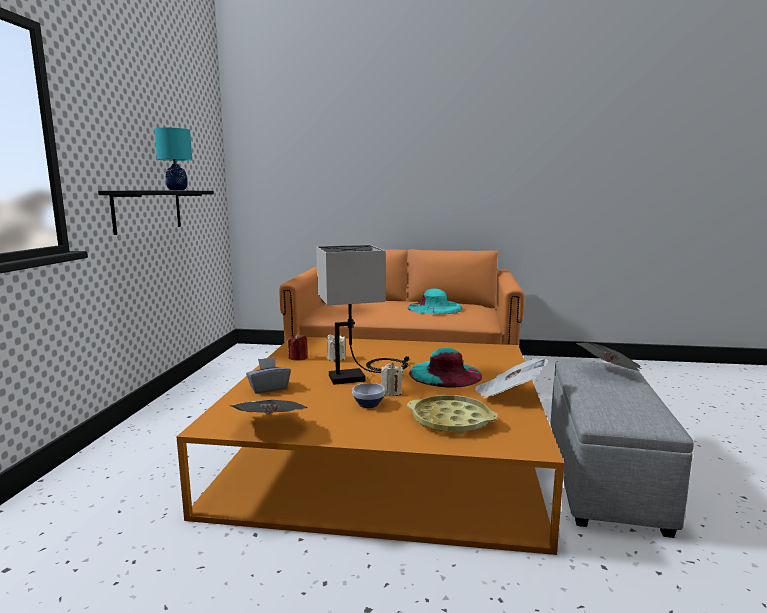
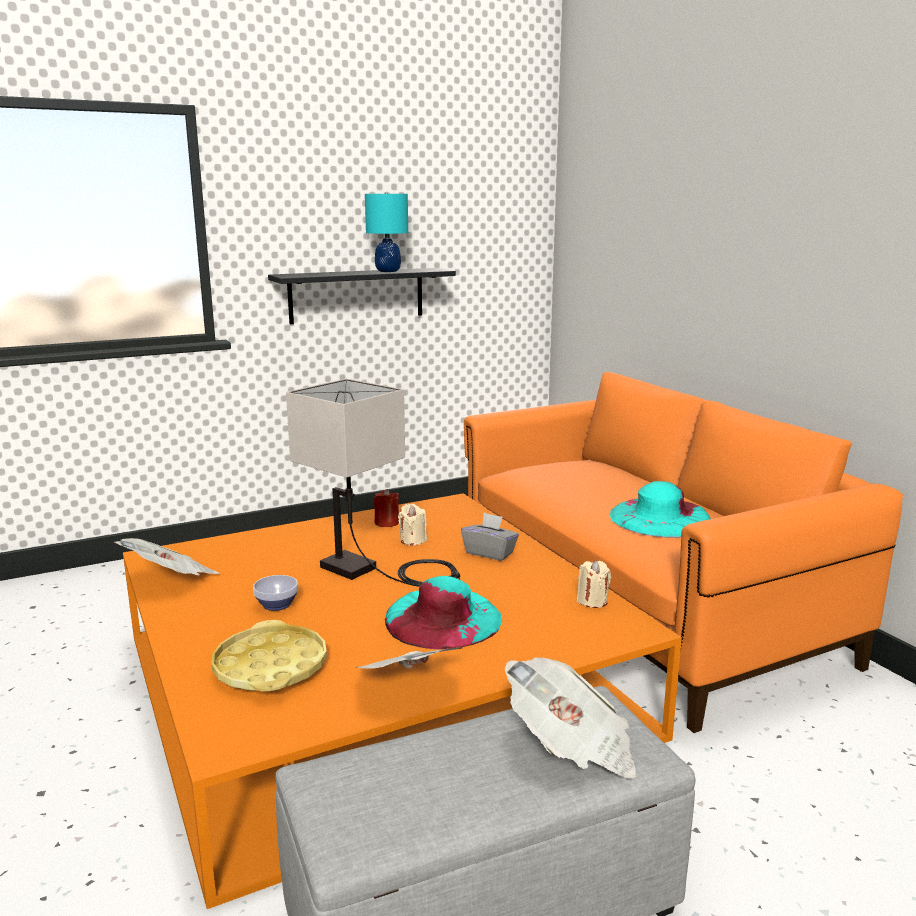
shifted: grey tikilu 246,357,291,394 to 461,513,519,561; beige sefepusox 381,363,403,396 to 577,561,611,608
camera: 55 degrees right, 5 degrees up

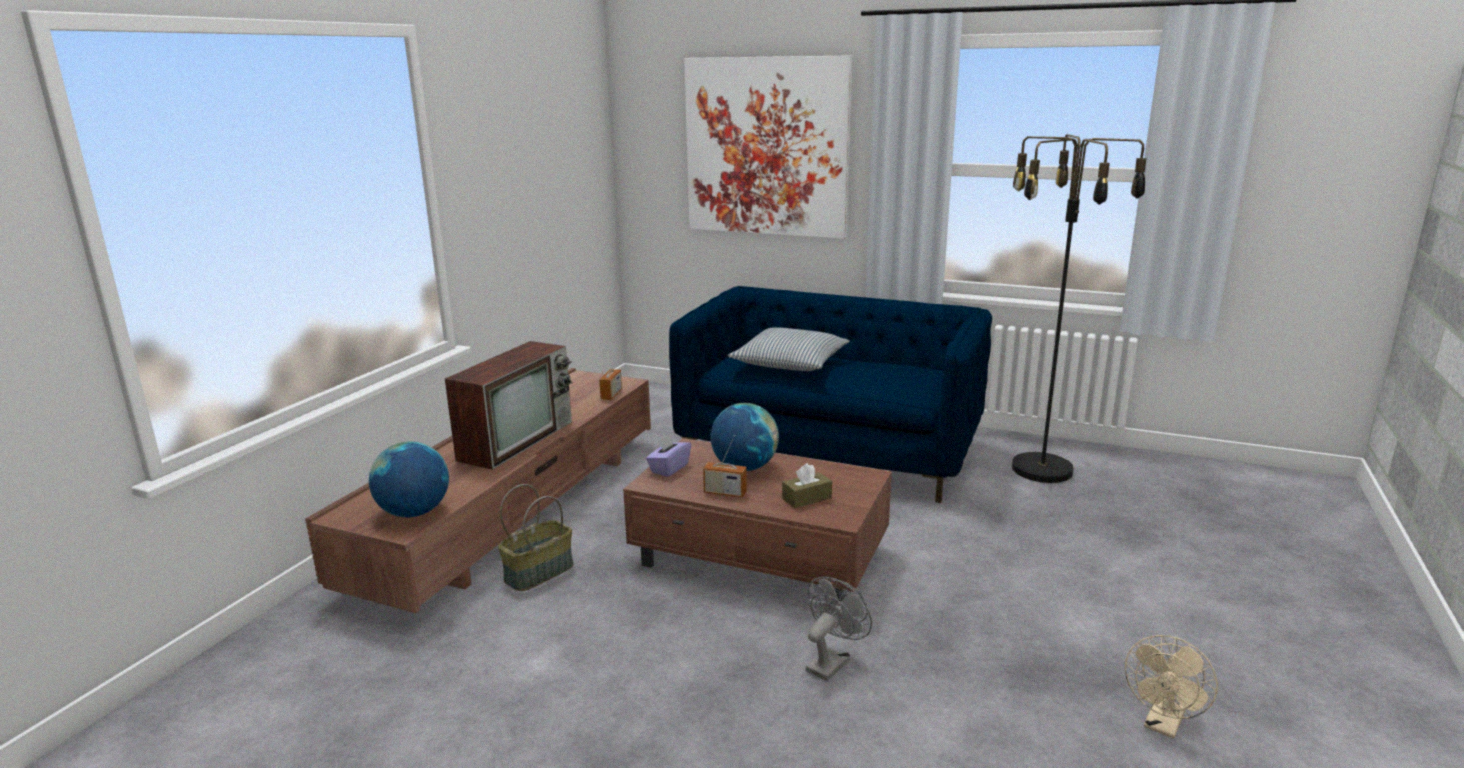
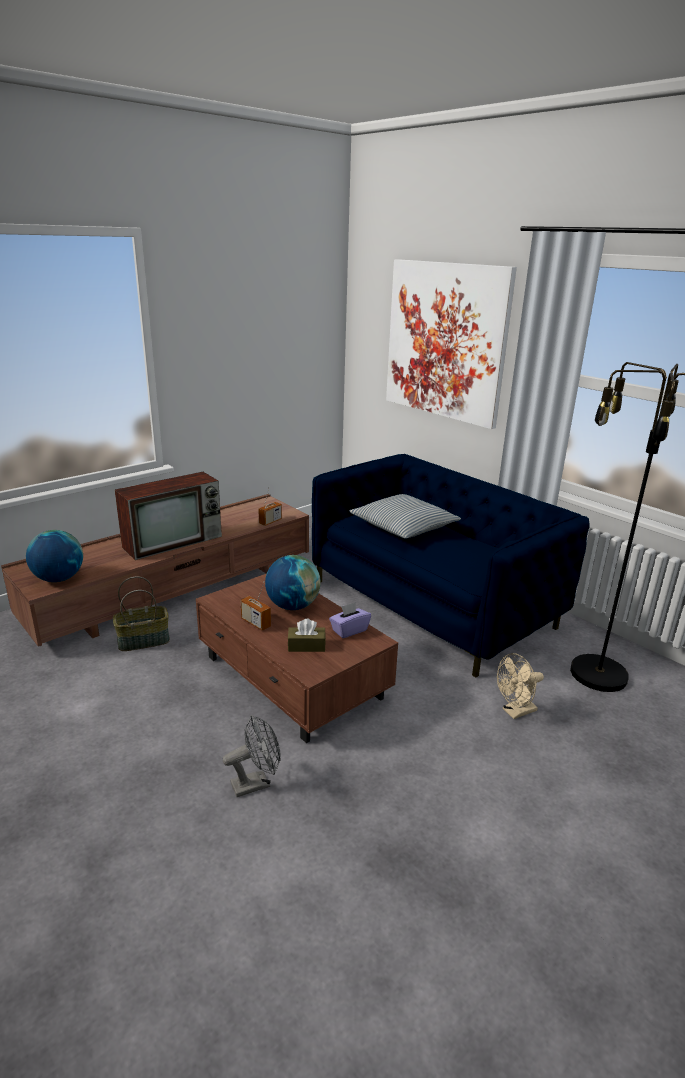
shifted: purple tikilu 646,434,691,477 to 329,603,371,638; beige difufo 1125,635,1218,739 to 497,653,544,719
camera: 25 degrees right, 5 degrees up

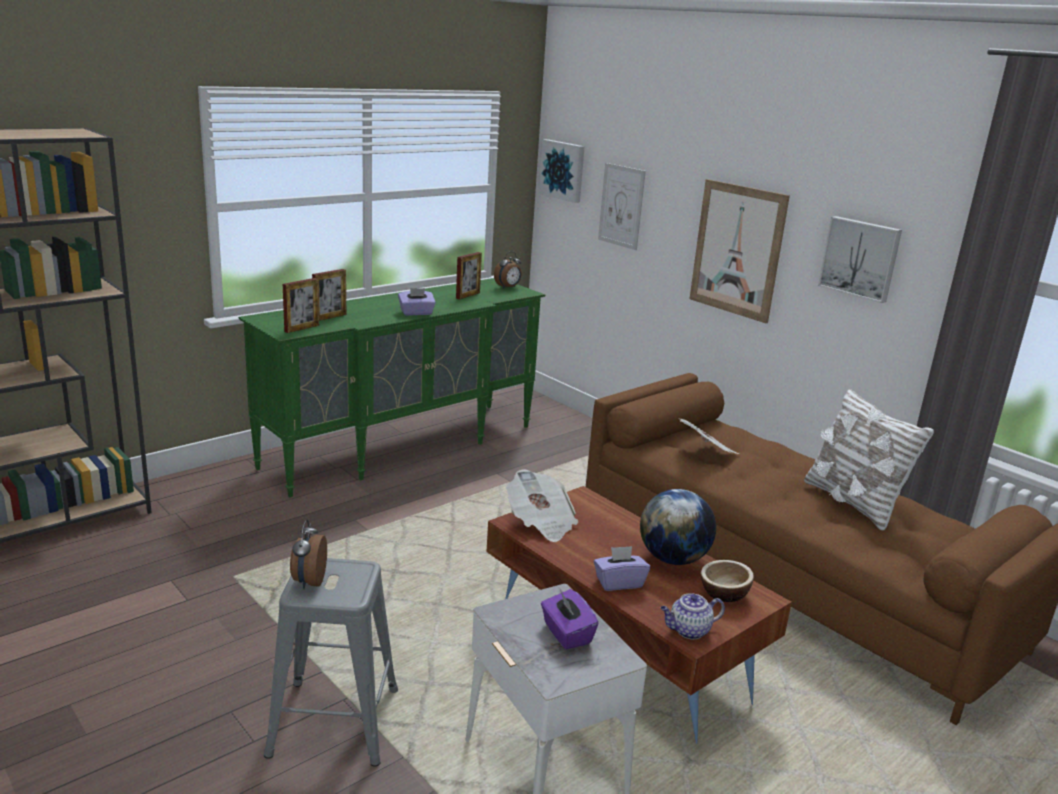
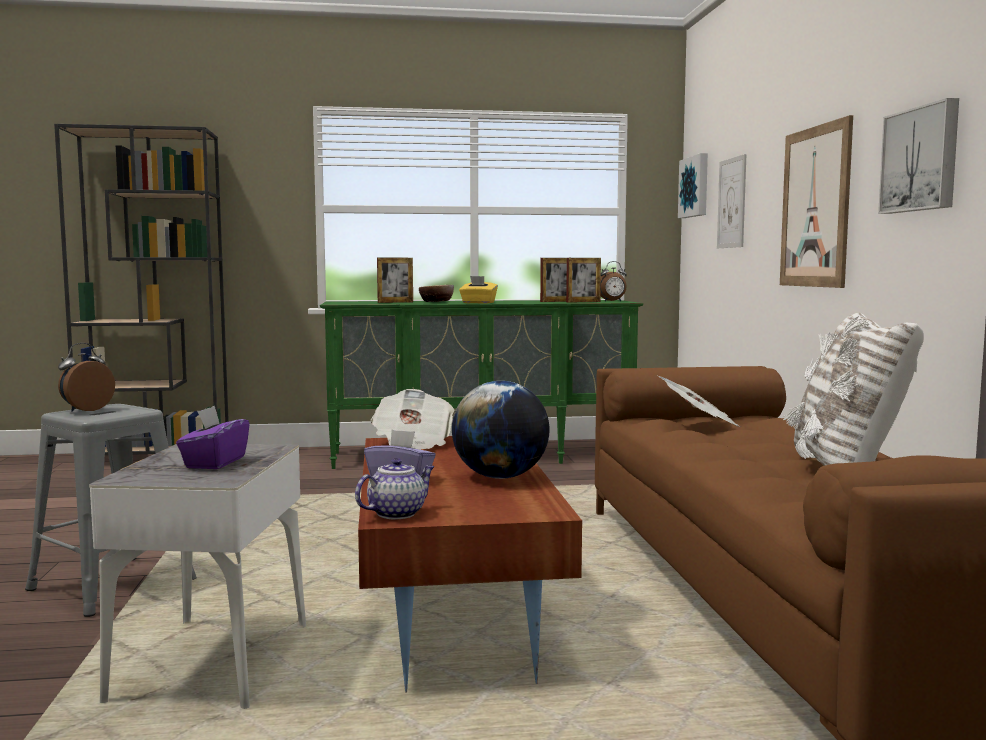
shifted: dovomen 283,278,319,333 to 566,258,601,302; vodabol 701,560,754,602 to 419,285,454,302
repainted: purple tikilu 398,288,436,316 to yellow tikilu 459,276,498,304
rotated: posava 660,593,725,639 = 355,458,435,520 120 degrees clockwise
camera: 35 degrees right, 15 degrees down

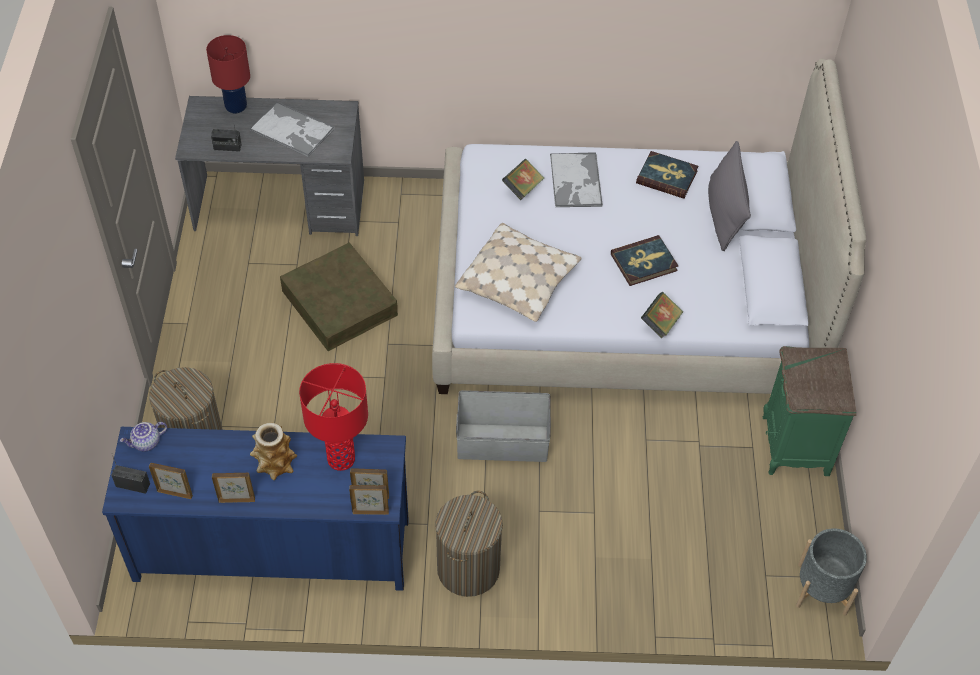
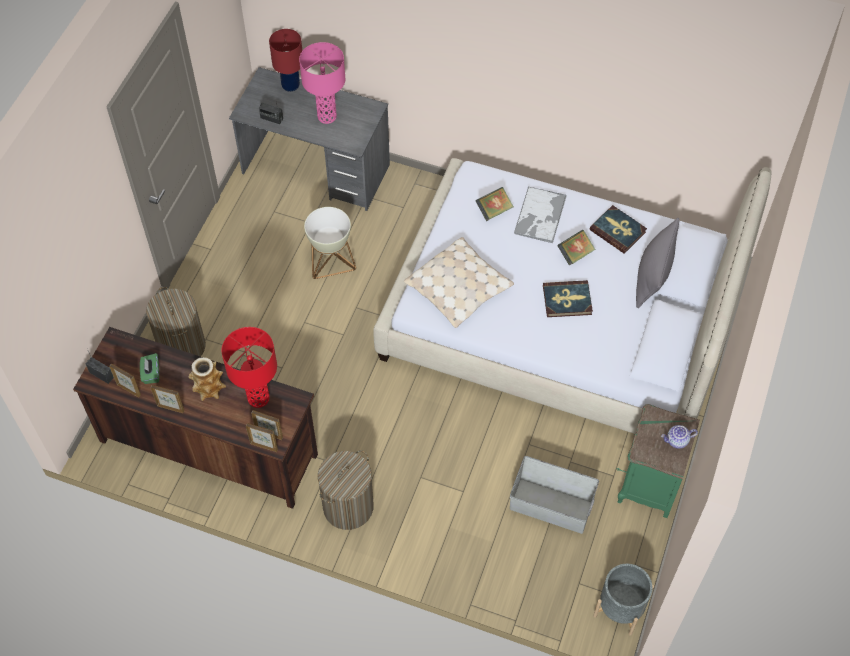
new: green tikilu 140,353,159,384
shifted: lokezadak 641,292,683,339 to 557,230,596,265; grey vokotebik 456,390,551,462 to 510,456,599,534; posava 120,422,167,451 to 661,425,698,449
swapped: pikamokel 250,101,335,157 to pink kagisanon 299,42,345,124; brown vokotebik 280,243,398,351 to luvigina 304,207,356,279
repainted: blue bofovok 102,427,409,591 to brown bofovok 73,327,318,509
camera: 20 degrees right, 5 degrees up

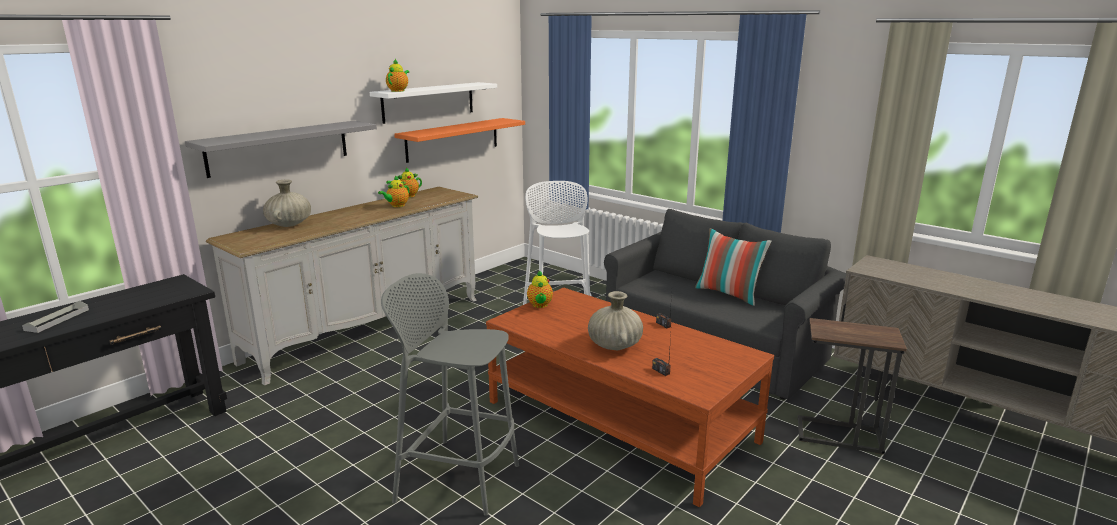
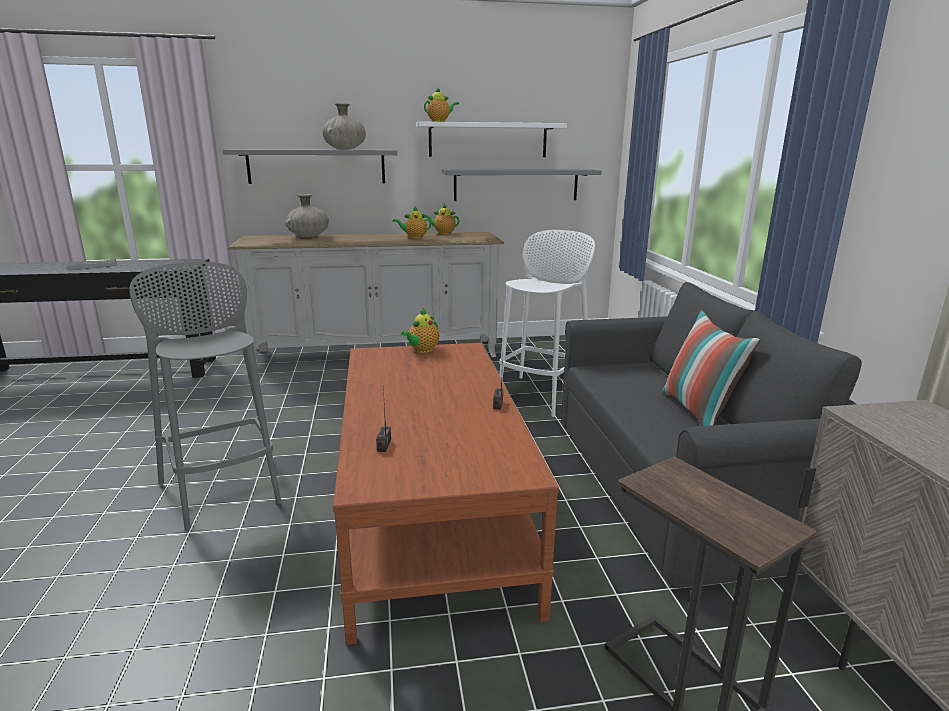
shifted: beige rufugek 588,291,643,350 to 322,103,366,149
repainted: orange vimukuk 394,118,525,163 to grey vimukuk 442,169,602,201
camera: 40 degrees right, 0 degrees up

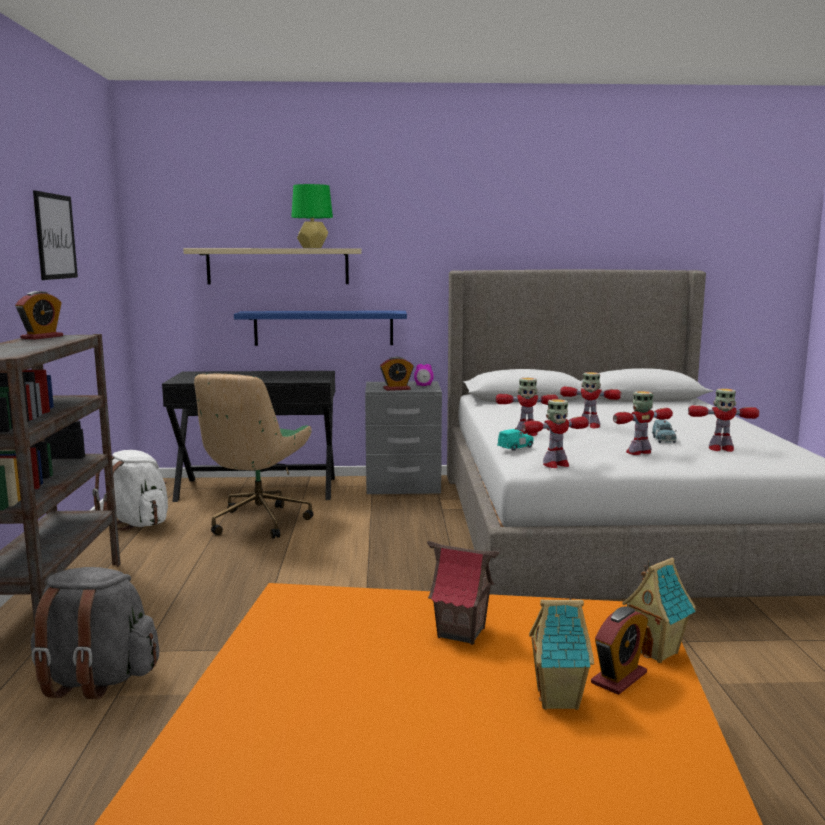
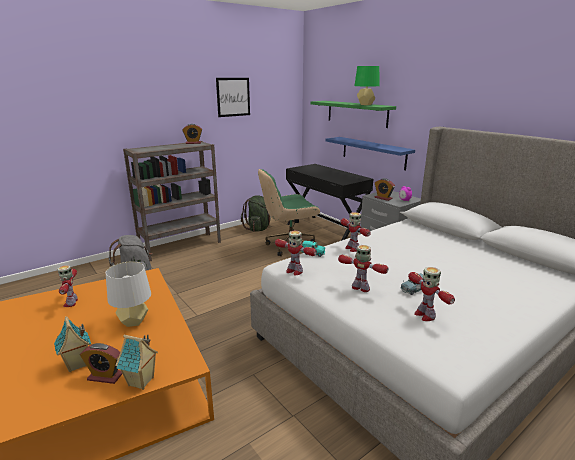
shifted: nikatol 560,372,621,428 to 57,265,78,307
swapped: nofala 427,541,499,645 to grey kagisanon 106,262,151,327
repainted: beige vimukuk 183,248,361,284 to green vimukuk 310,101,396,128; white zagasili 93,450,168,531 to green zagasili 241,195,271,232
camera: 55 degrees right, 10 degrees up

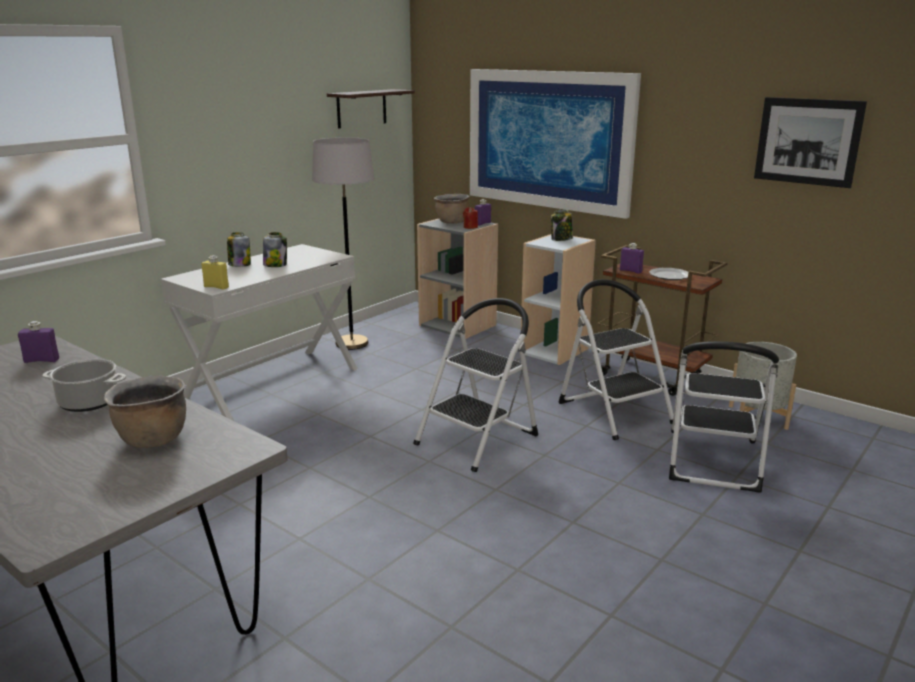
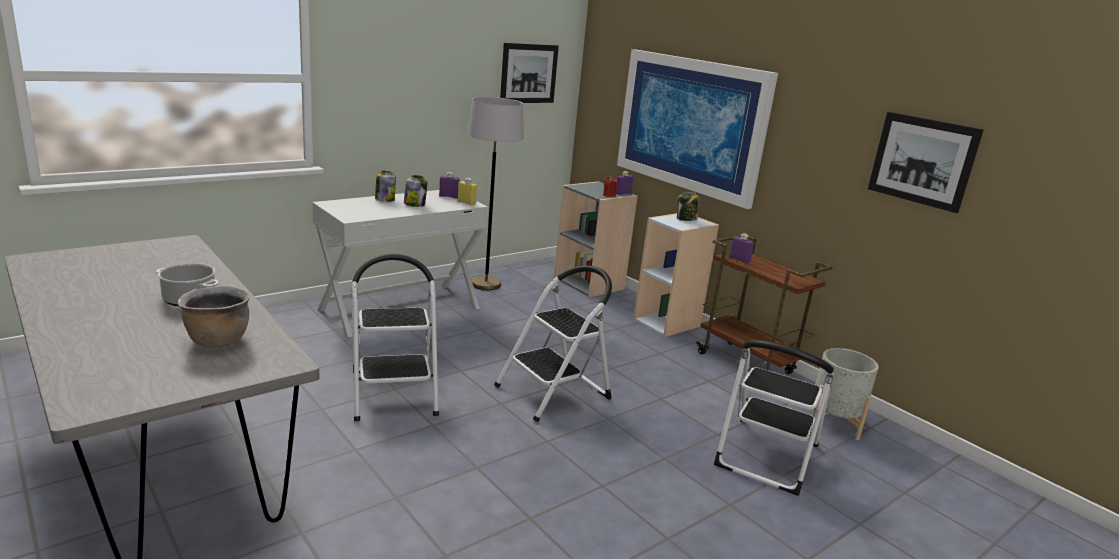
gone: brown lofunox 434,194,470,224; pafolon 649,268,688,280
shifted: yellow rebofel 201,255,229,290 to 458,178,477,206; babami 559,279,674,440 to 351,254,439,421; purple rebofel 18,321,59,363 to 439,172,460,199
swapped: vimukuk 327,89,415,128 to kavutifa 500,43,559,103
camera: 10 degrees right, 0 degrees up

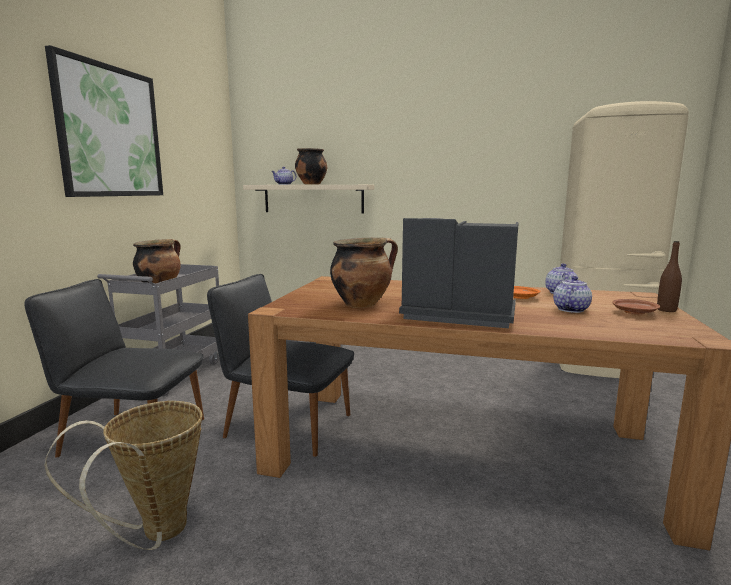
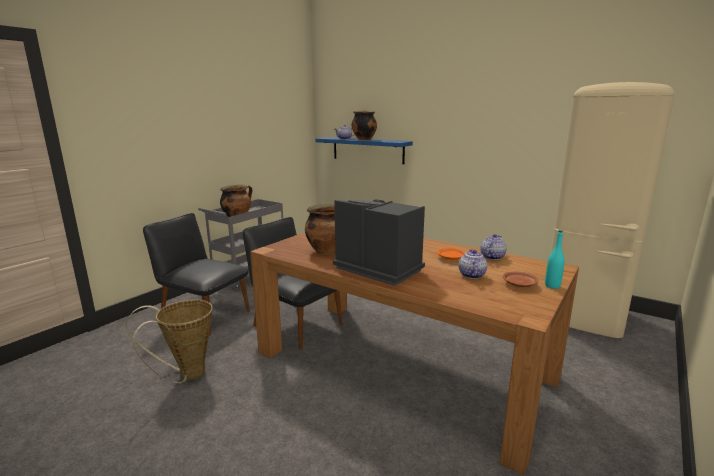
gone: kavutifa 45,45,163,197
repainted: beige vimukuk 243,185,374,213 to blue vimukuk 315,137,413,164; brown rebofel 657,241,682,312 to turquoise rebofel 545,230,565,289
rotated: posava 553,276,592,313 = 459,249,487,279 45 degrees counterclockwise
camera: 20 degrees right, 5 degrees up

